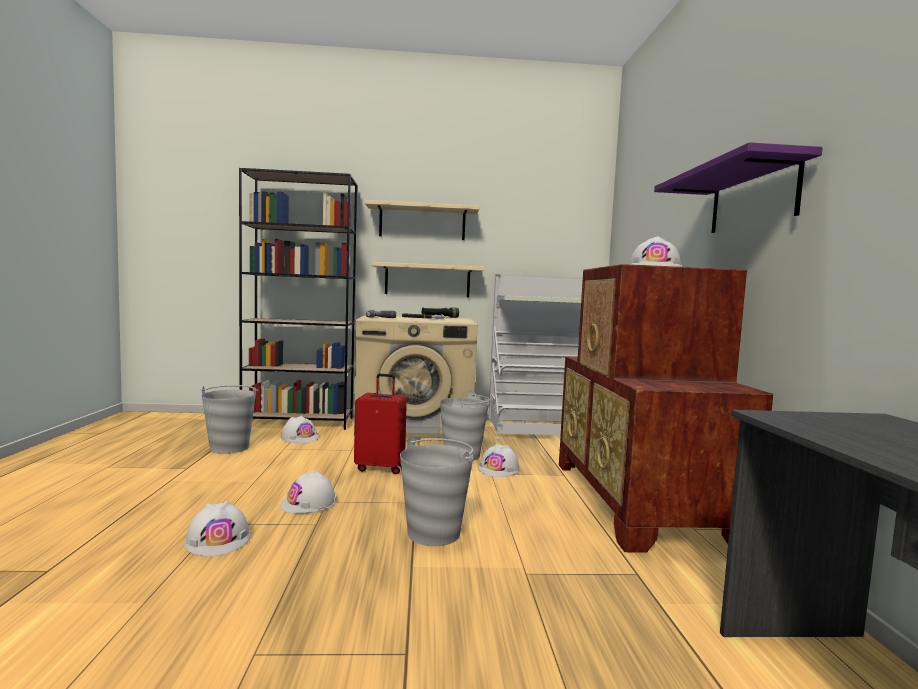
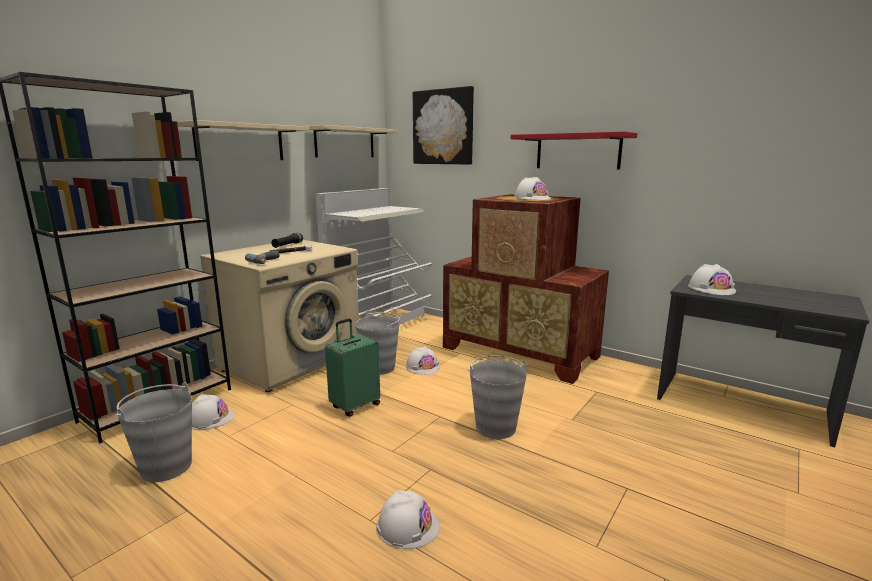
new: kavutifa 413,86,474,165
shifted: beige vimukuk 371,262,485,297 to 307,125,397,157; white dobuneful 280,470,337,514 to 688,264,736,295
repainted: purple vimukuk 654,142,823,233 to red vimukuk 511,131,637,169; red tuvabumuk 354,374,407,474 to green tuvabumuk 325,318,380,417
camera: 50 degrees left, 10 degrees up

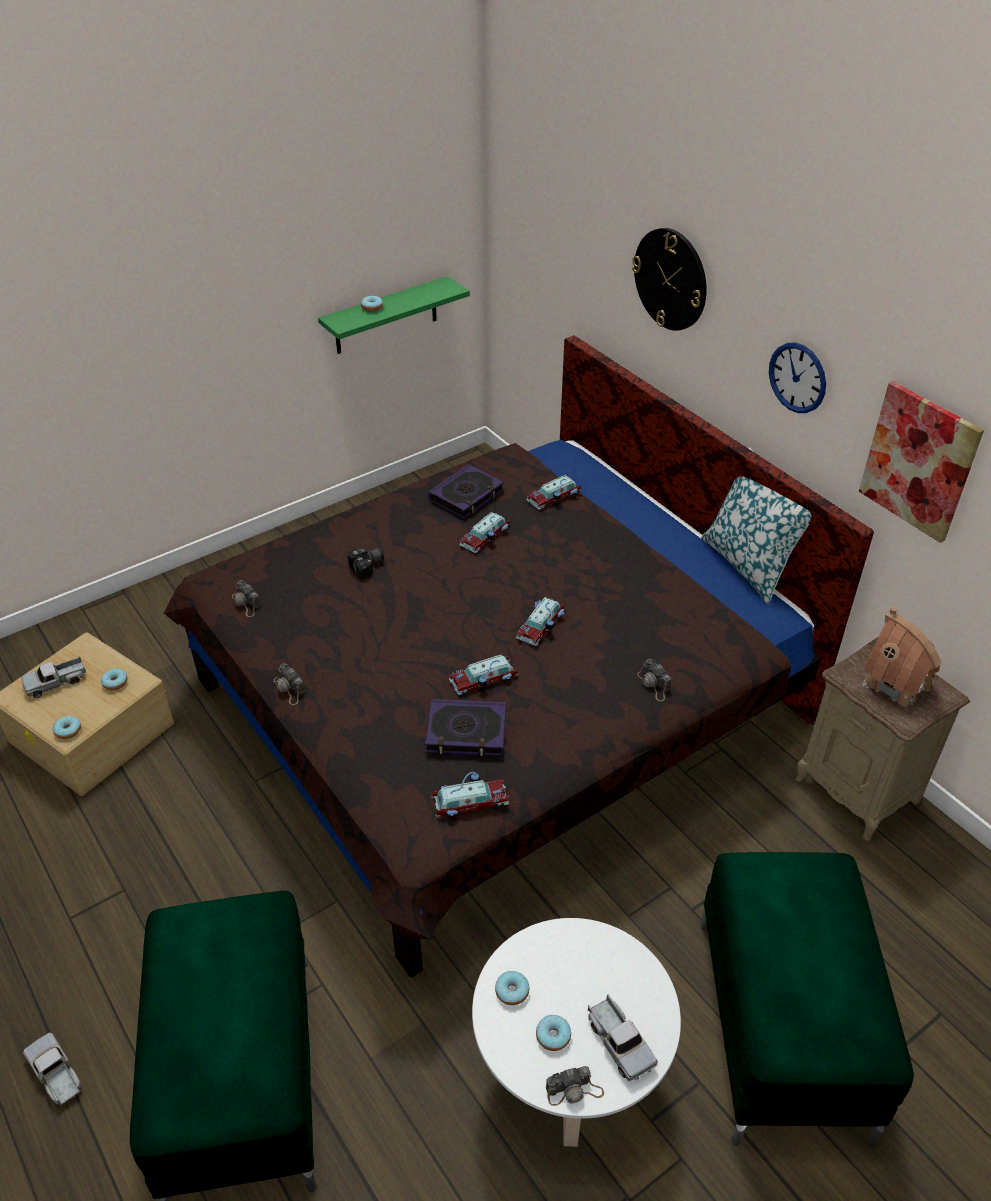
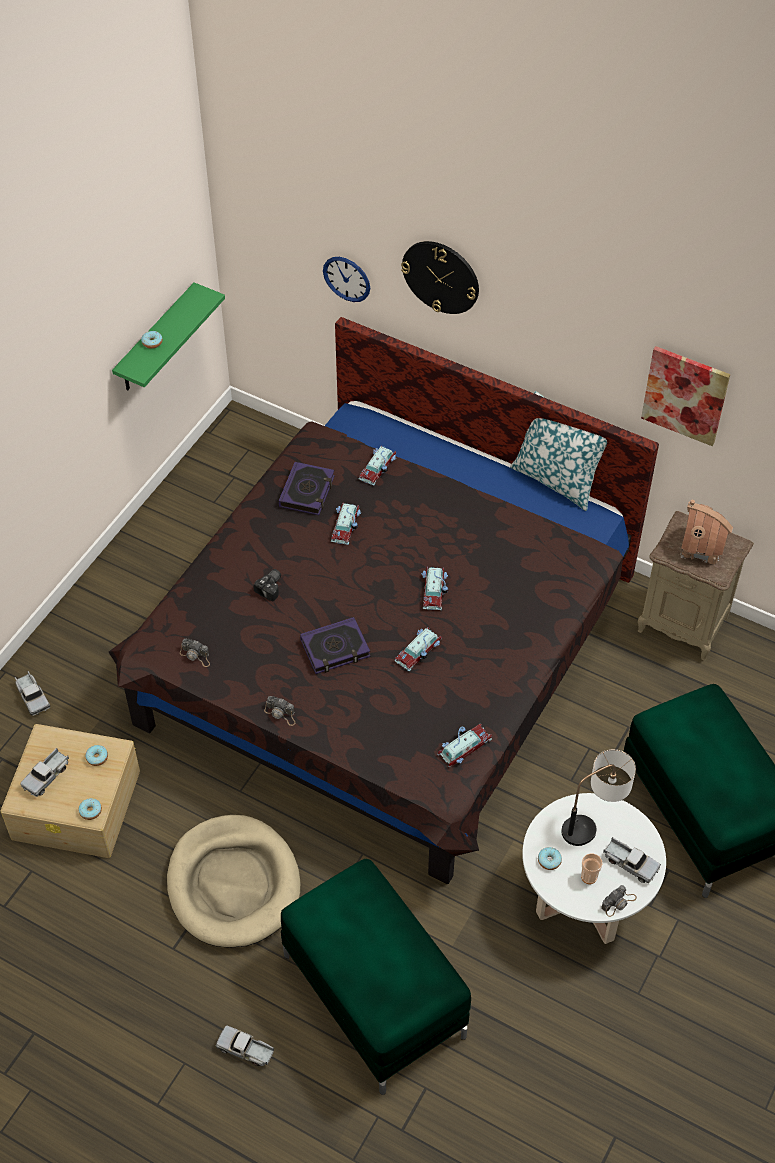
gone: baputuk 637,659,671,701
new: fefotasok 15,671,50,716; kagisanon 561,749,636,846; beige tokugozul 167,815,300,948
shifted: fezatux 769,342,826,413 to 323,257,370,302; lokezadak 425,699,506,757 to 300,617,370,674
swapped: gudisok 536,1015,571,1051 to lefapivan 581,853,602,884
camera: 25 degrees left, 10 degrees up

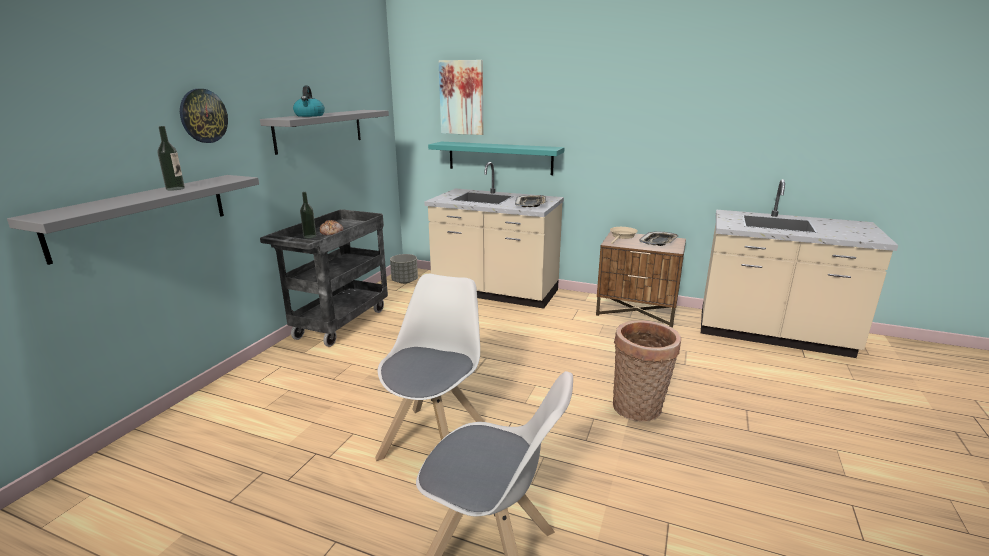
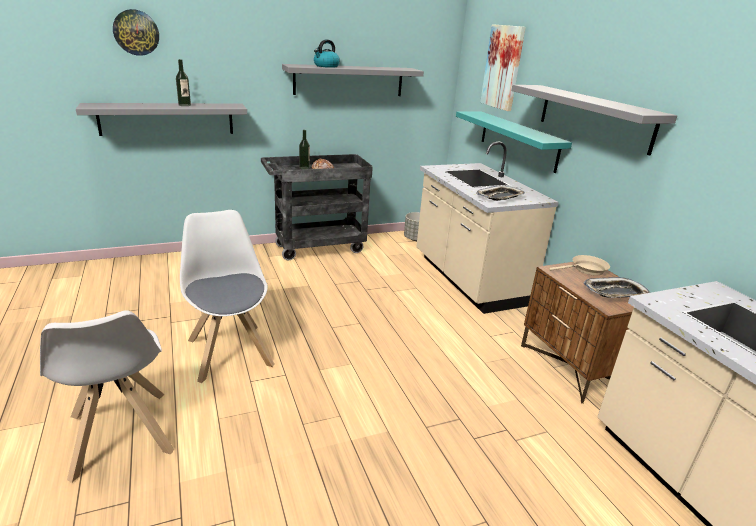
gone: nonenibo 613,320,681,421
new: grey vimukuk 511,85,677,155
shifted: fezatux 180,89,228,143 to 113,9,159,56
rotated: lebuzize 375,274,485,461 = 180,210,274,383 90 degrees counterclockwise
camera: 45 degrees right, 5 degrees up

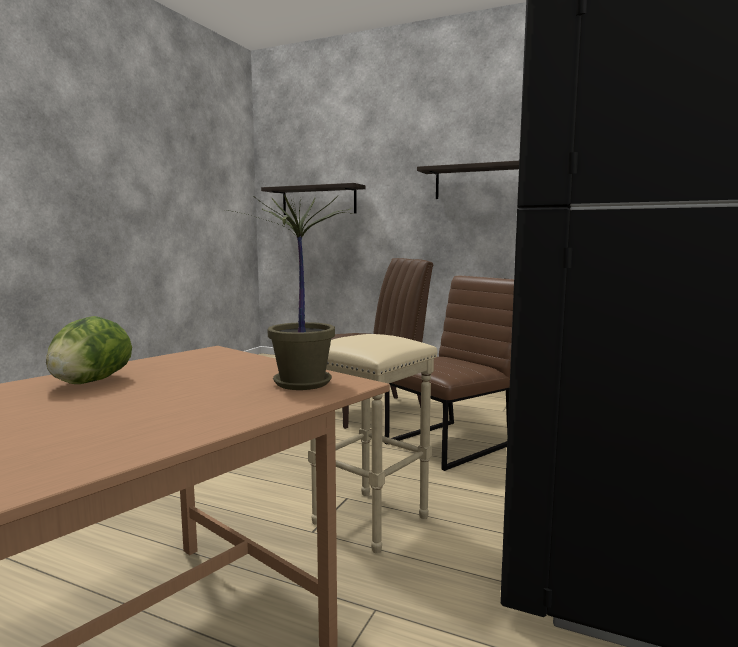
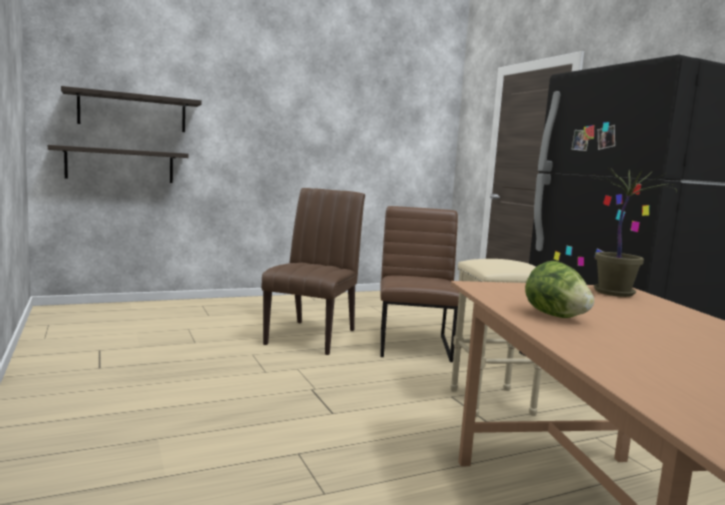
shifted: vimukuk 417,161,519,199 to 48,145,189,183
camera: 50 degrees left, 0 degrees up

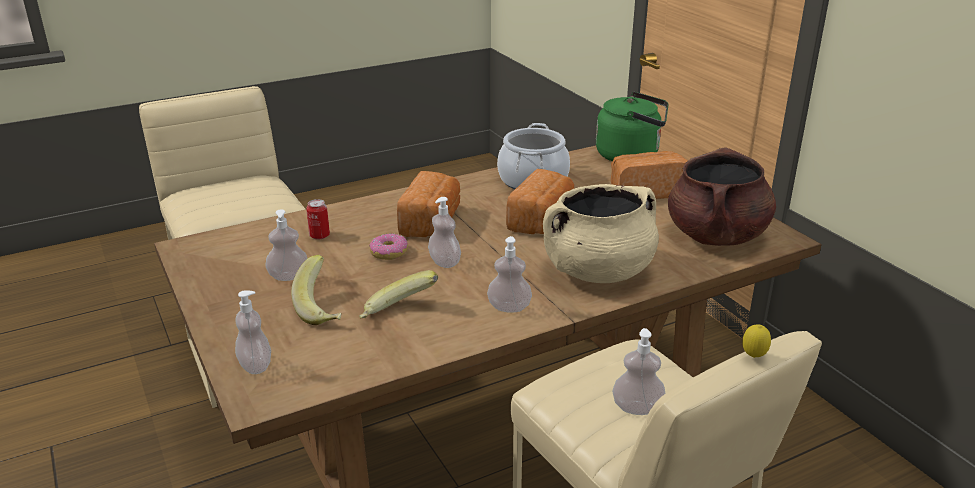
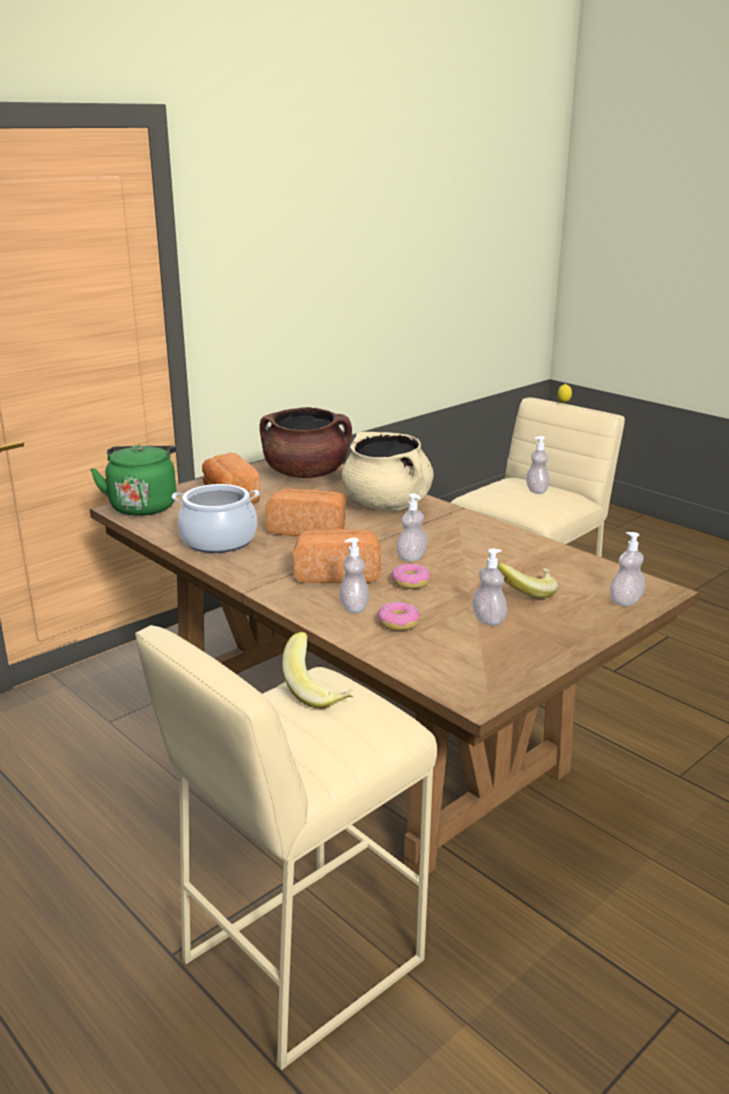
shifted: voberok 487,236,532,313 to 339,538,369,613; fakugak 359,270,438,318 to 282,632,354,709
swapped: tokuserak 306,199,330,240 to gudisok 378,602,420,631
camera: 105 degrees left, 5 degrees down

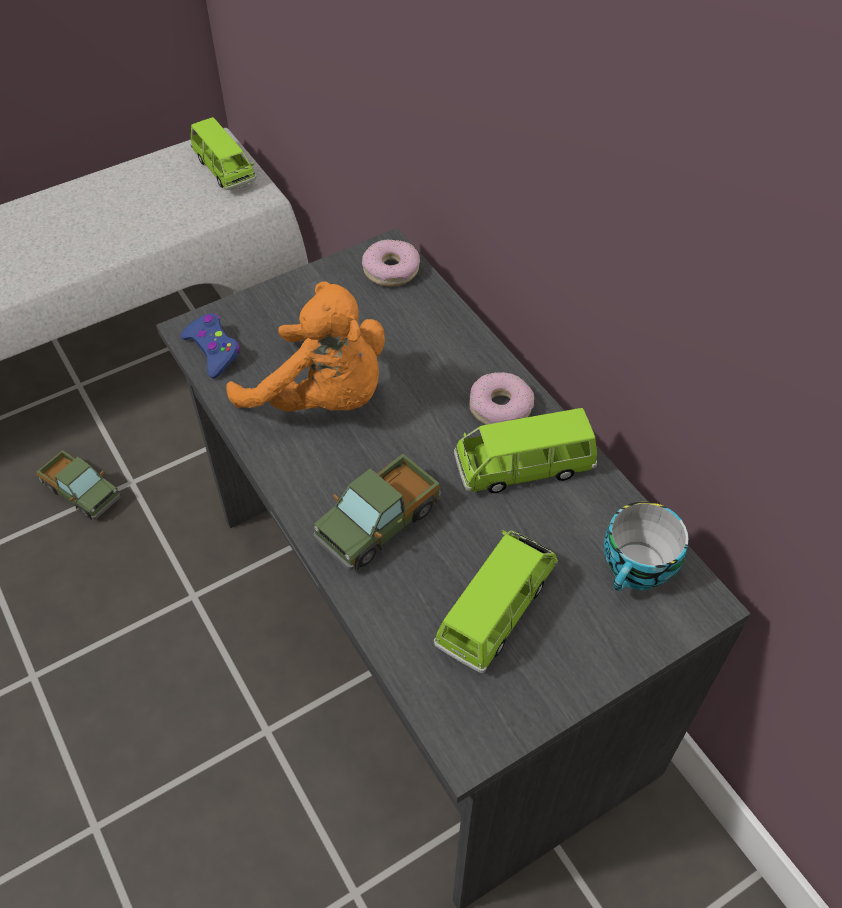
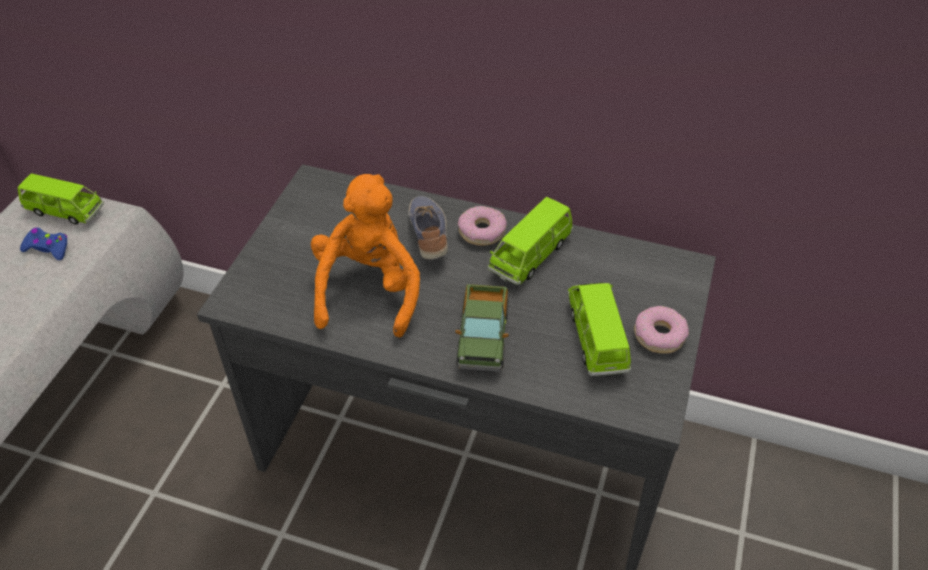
gone: fefotasok 37,450,121,520; lefapivan 603,502,689,591
new: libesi 409,196,448,259
shifted: gudisok 362,239,420,286 to 634,306,689,354; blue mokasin 181,313,240,378 to 20,228,67,260
rotated: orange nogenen 226,281,385,412 = 311,174,420,338 75 degrees counterclockwise
camera: 40 degrees left, 5 degrees down

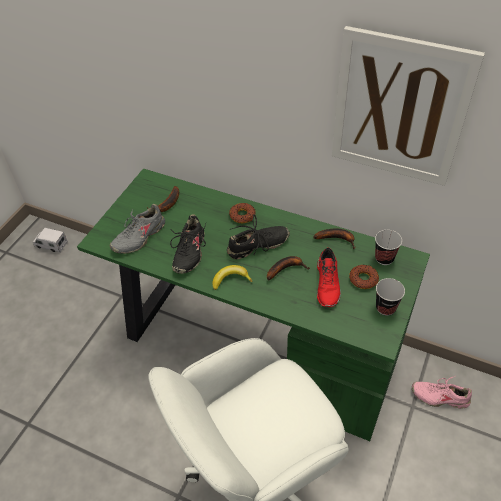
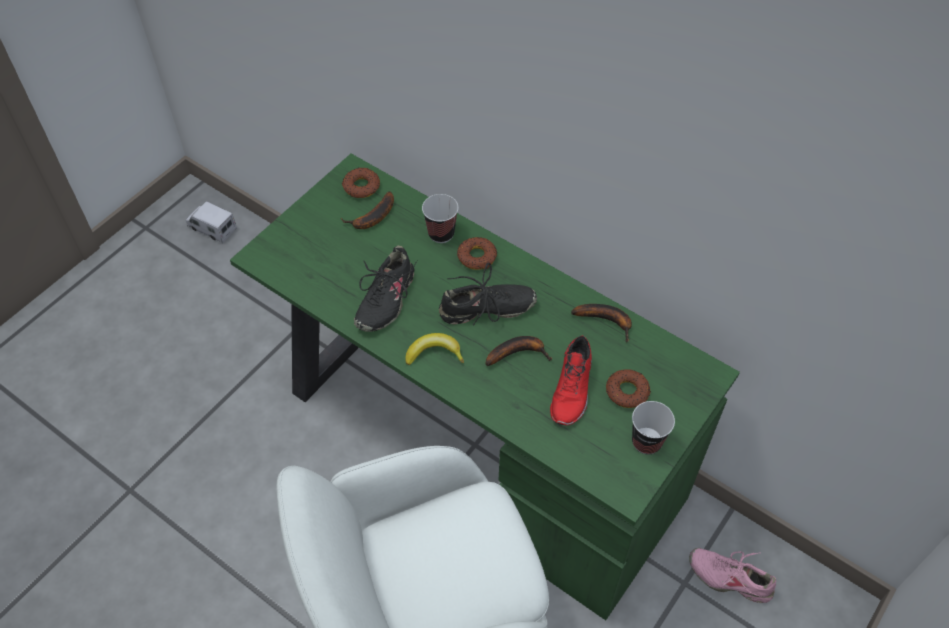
gone: kavutifa 332,26,485,186; grey libesi 110,204,165,254
new: gudisok 342,167,380,198
shifted: lefapivan 375,230,402,265 to 422,194,459,243
camera: 10 degrees right, 5 degrees up

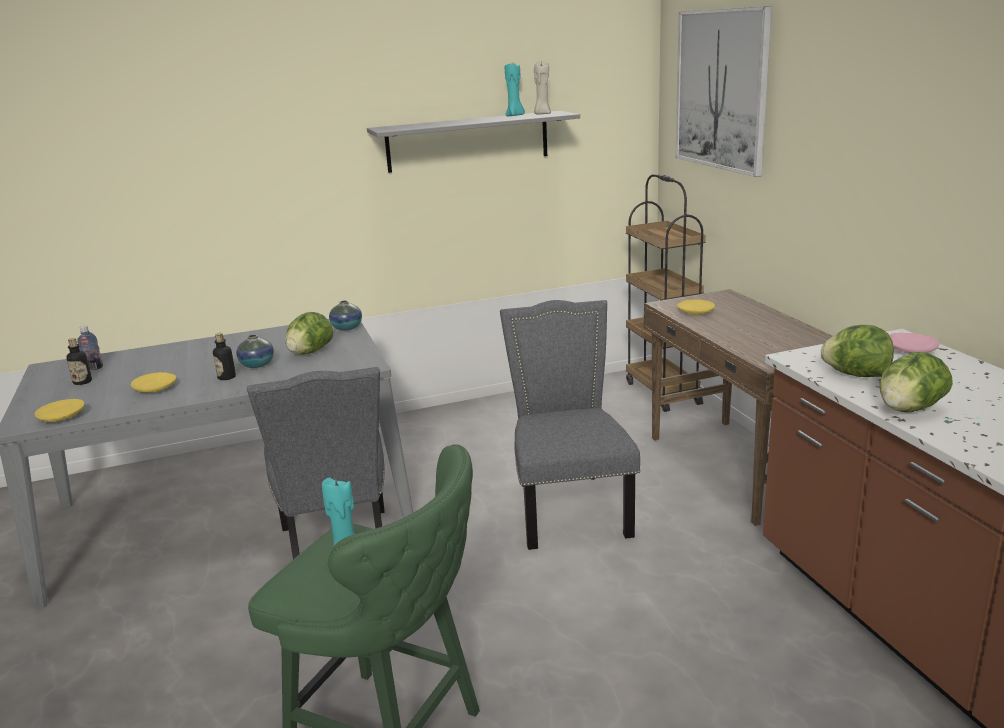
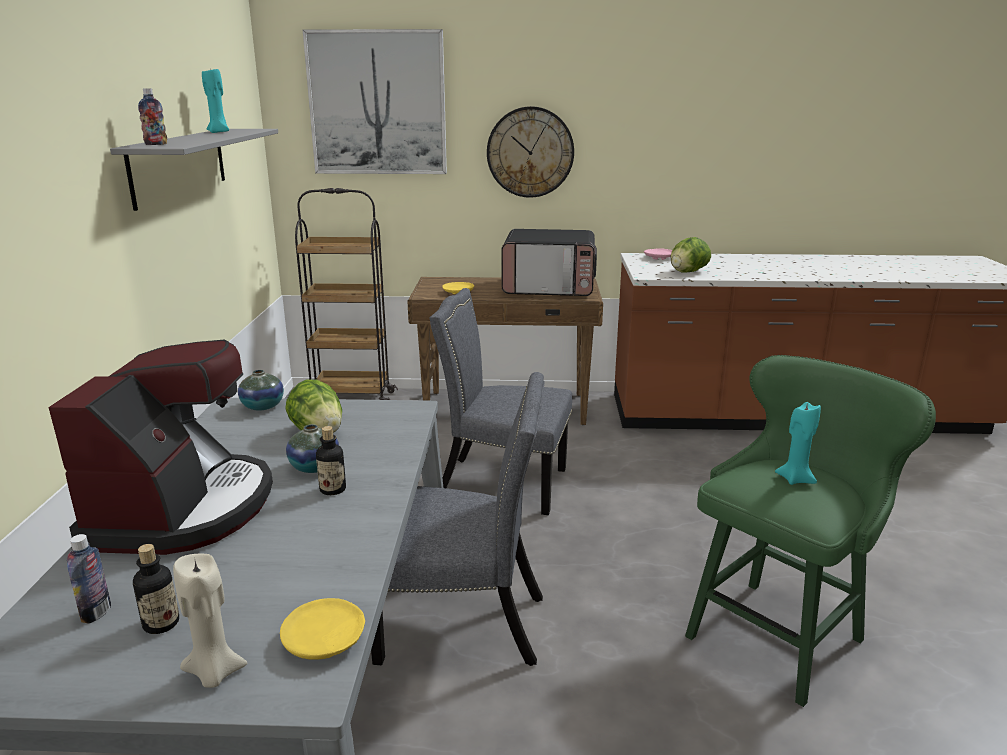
gone: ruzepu 879,352,953,412; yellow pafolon 131,372,176,392
new: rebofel 138,88,167,145; fezatux 487,106,574,198; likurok 501,229,597,296; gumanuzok 48,339,273,555
shifted: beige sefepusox 534,61,551,115 to 173,554,248,688
camera: 70 degrees left, 0 degrees up

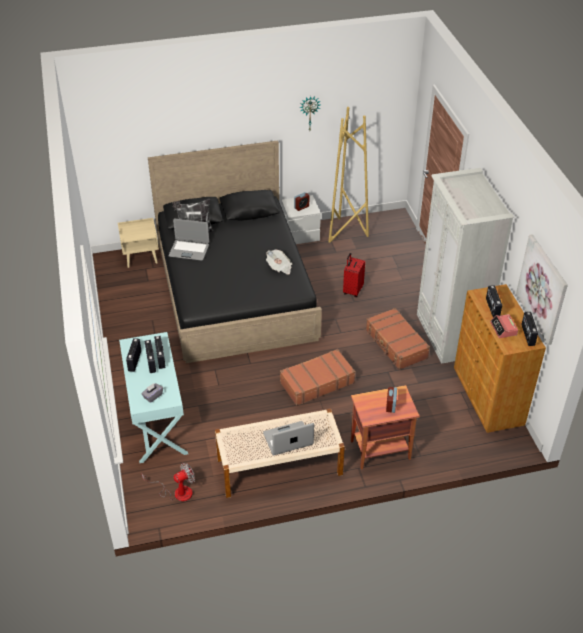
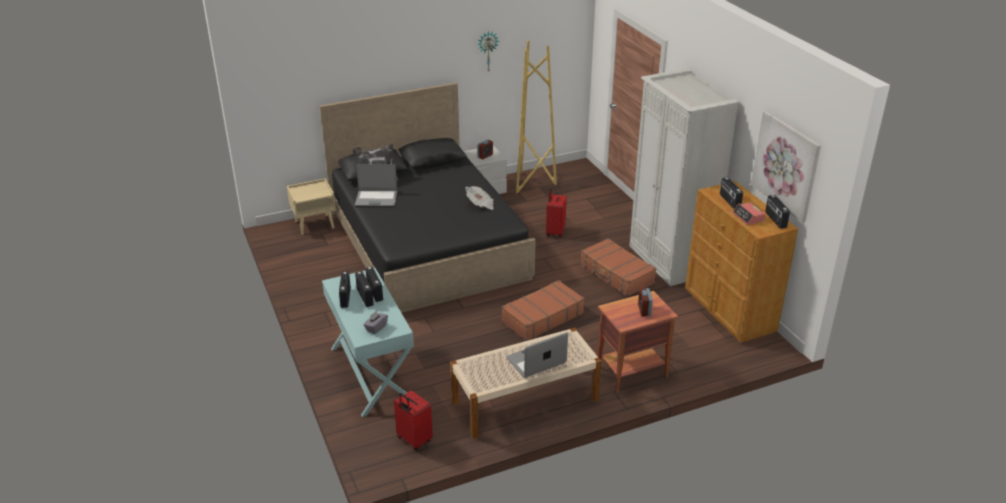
swapped: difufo 141,463,195,501 to red tuvabumuk 394,390,433,450
camera: 10 degrees left, 10 degrees down

